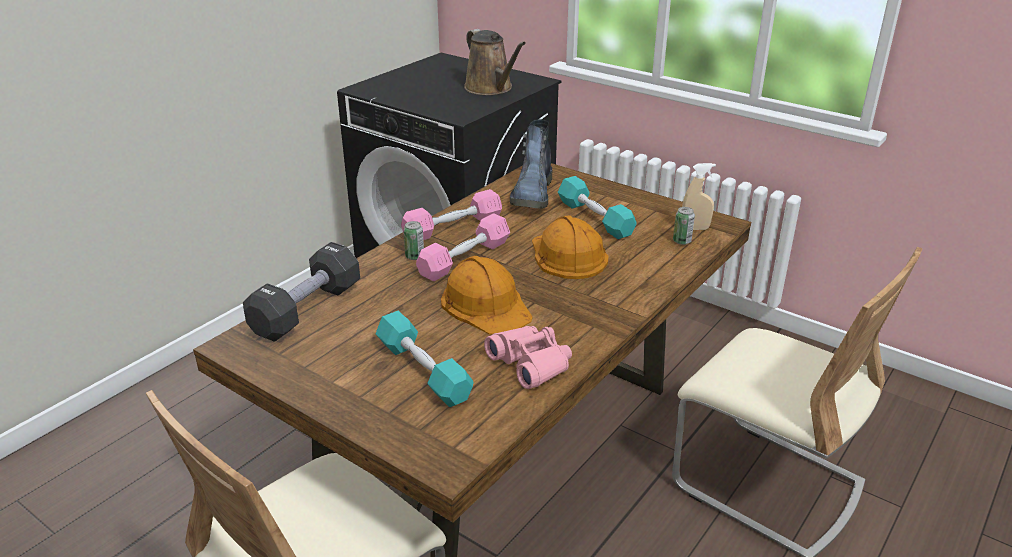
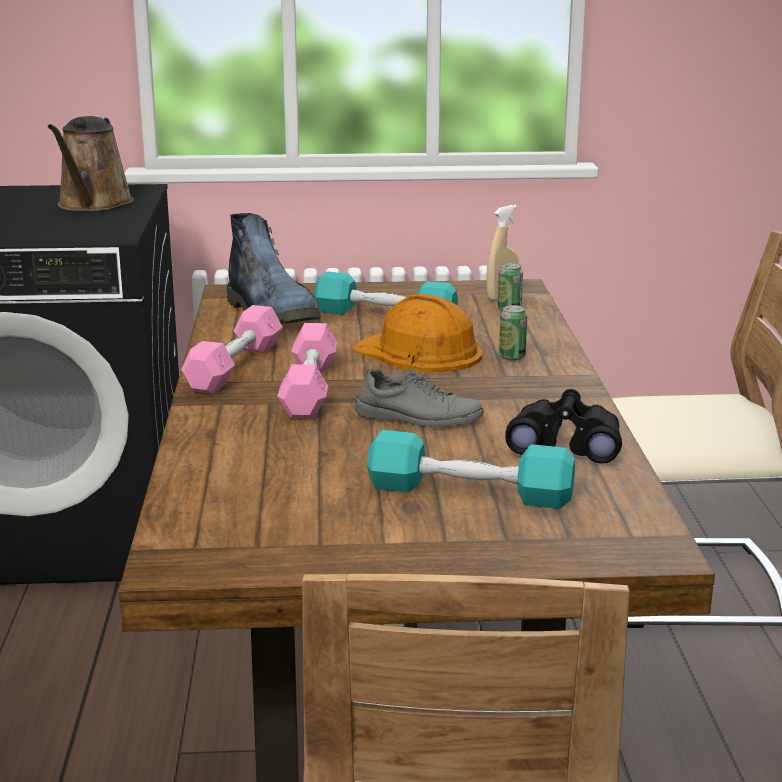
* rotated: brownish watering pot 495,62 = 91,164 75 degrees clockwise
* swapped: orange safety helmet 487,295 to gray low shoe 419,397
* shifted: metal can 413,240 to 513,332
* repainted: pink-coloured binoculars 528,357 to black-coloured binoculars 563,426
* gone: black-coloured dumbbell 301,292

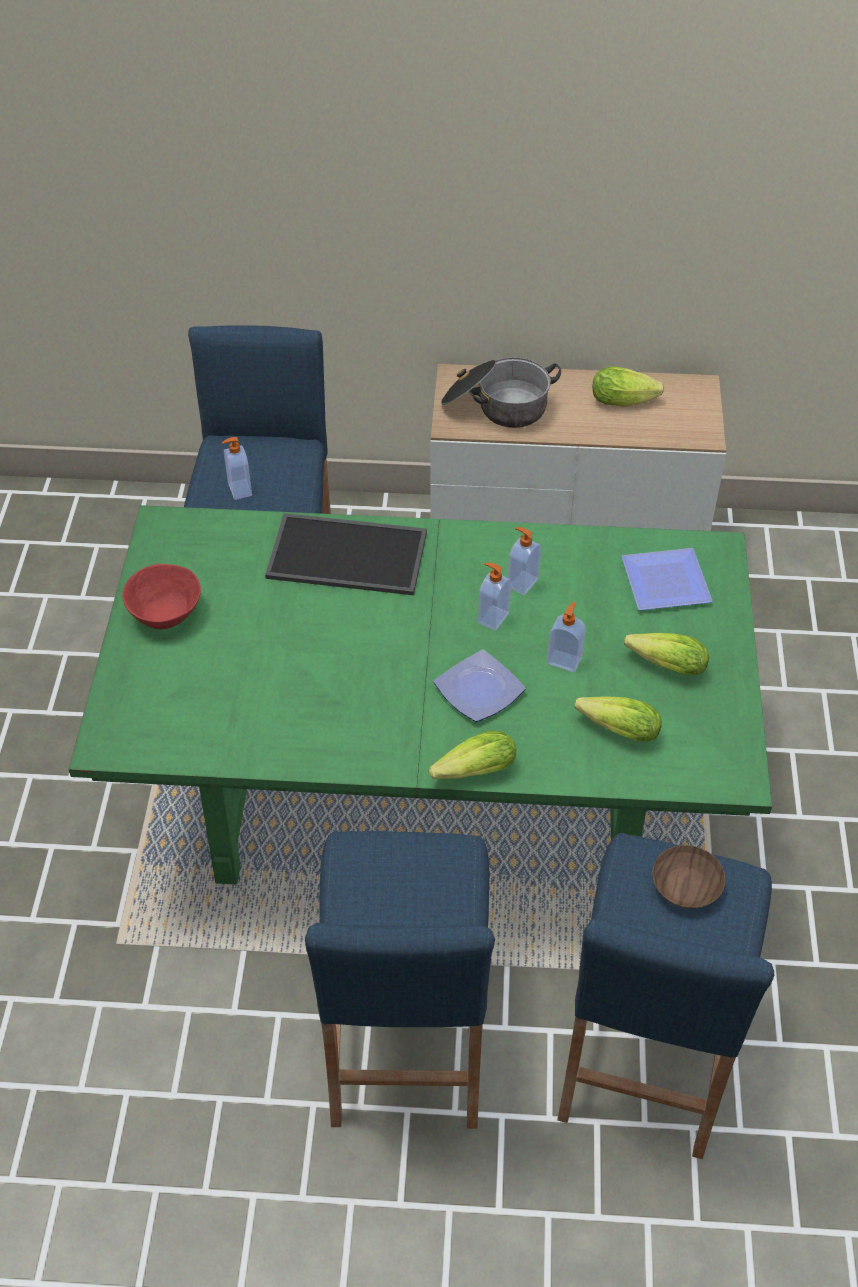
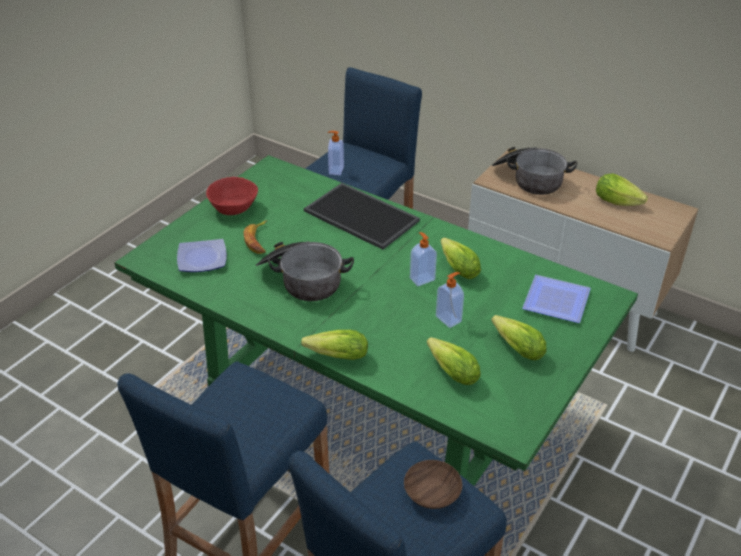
* shifted: plate 480,686 to 202,255
* new: banana 255,237
* new: stockpot 305,271
* swapped: liquid soap bottle 524,561 to lettuce head 460,258

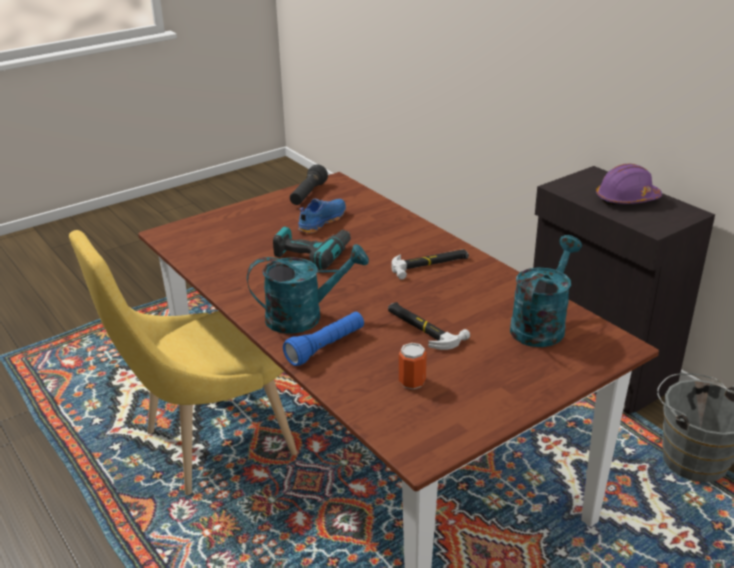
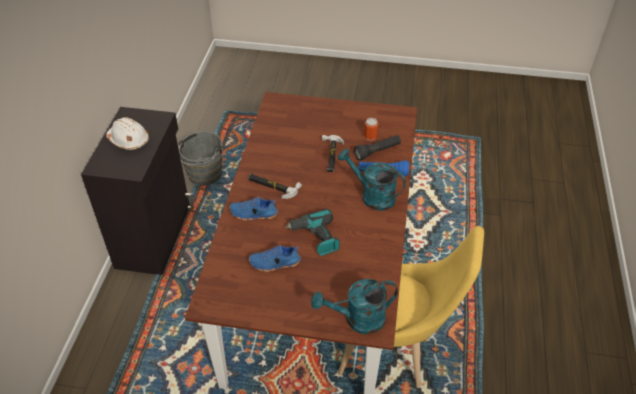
* repainted: purple safety helmet 629,184 to white-coloured safety helmet 127,133
* new: bluish low shoe 253,209
* shifted: turquoise-coloured watering pot 546,291 to 354,306
* shifted: black-coloured torch 309,185 to 377,147

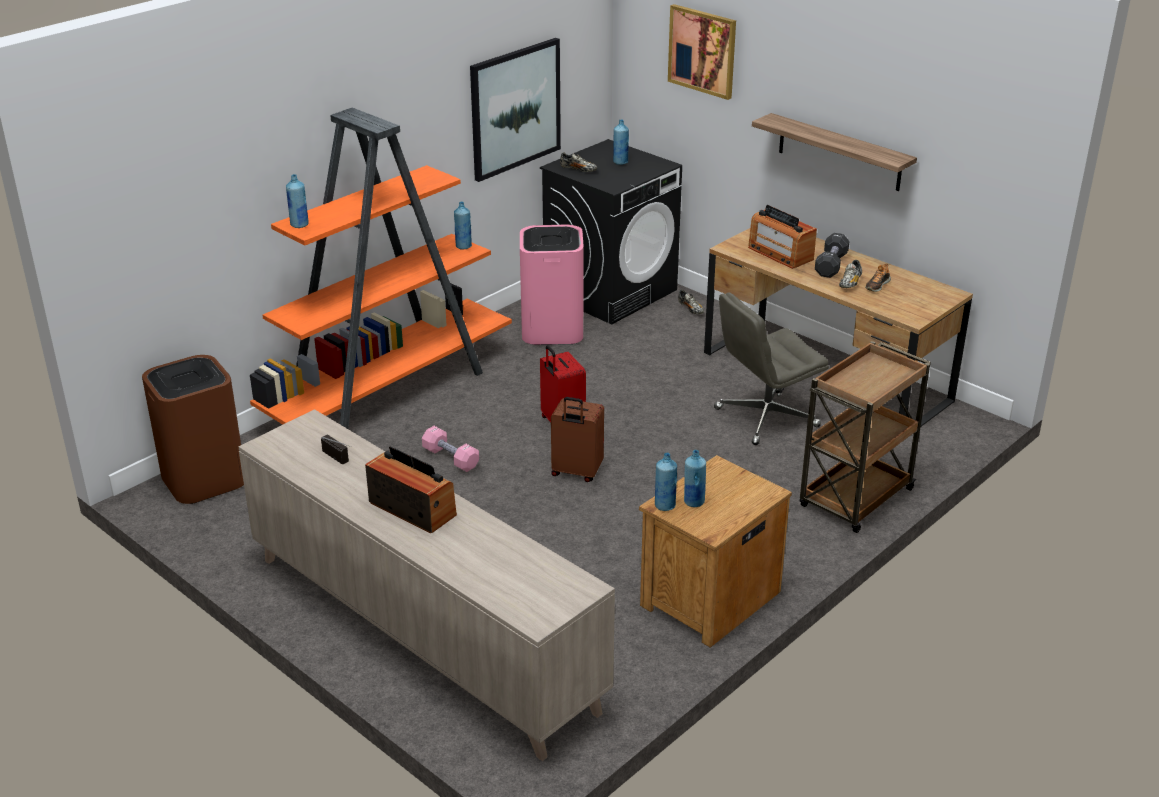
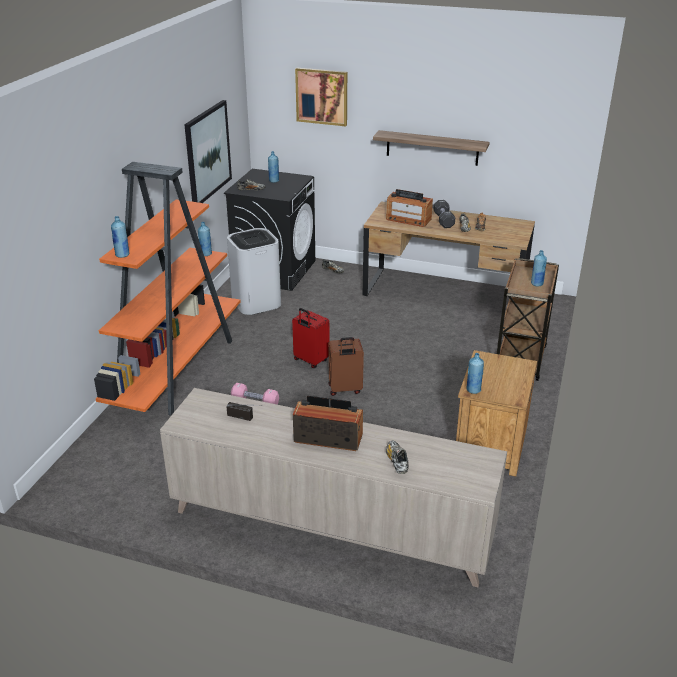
* repainted: pink-coloured waste bin 551,284 to white-coloured waste bin 254,271
* new: low shoe 397,457
* shifted: bluish drink bottle 695,478 to 539,268
* gone: brownish waste bin 193,429
* gone: gray desk chair 771,368

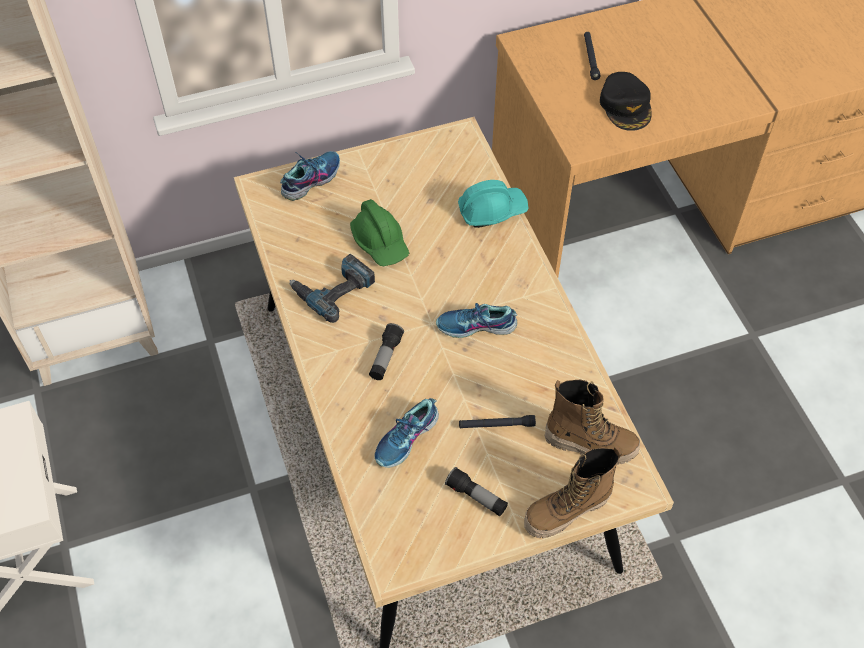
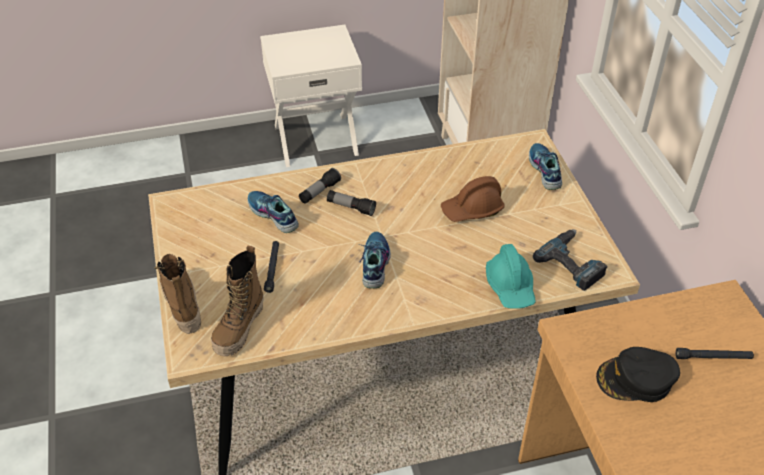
* shifted: torch 476,491 to 320,186
* repainted: green safety helmet 379,232 to brownish safety helmet 472,199
* rotated: low shoe 310,176 = 545,166 150 degrees counterclockwise
* shifted: drill 332,288 to 570,260

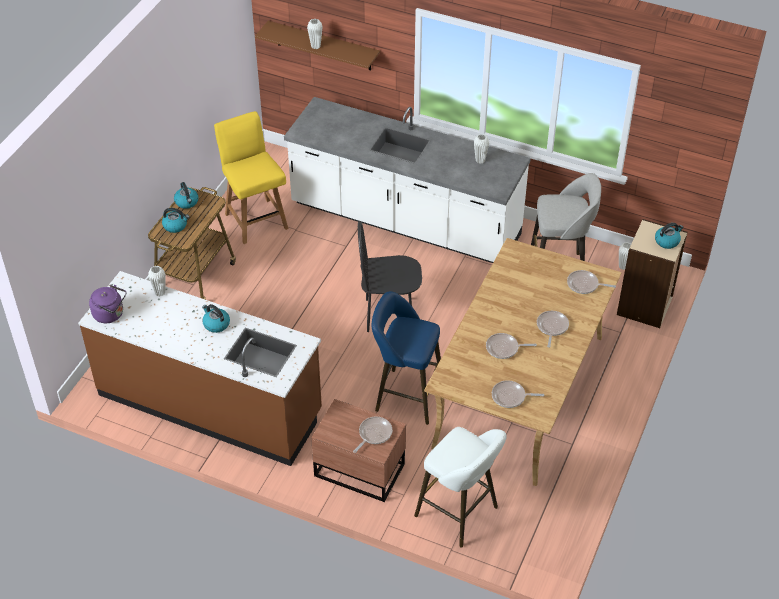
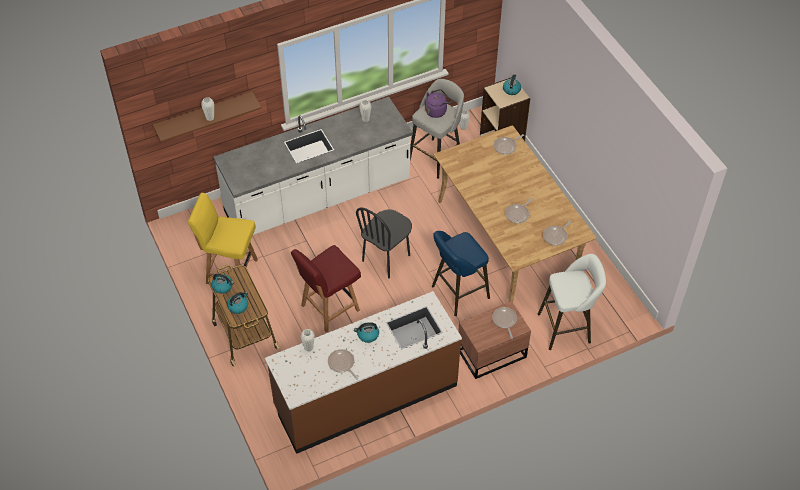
* new: red plain chair 326,288
* shifted: skillet 553,329 to 343,364
* shifted: purple water kettle 108,304 to 438,103

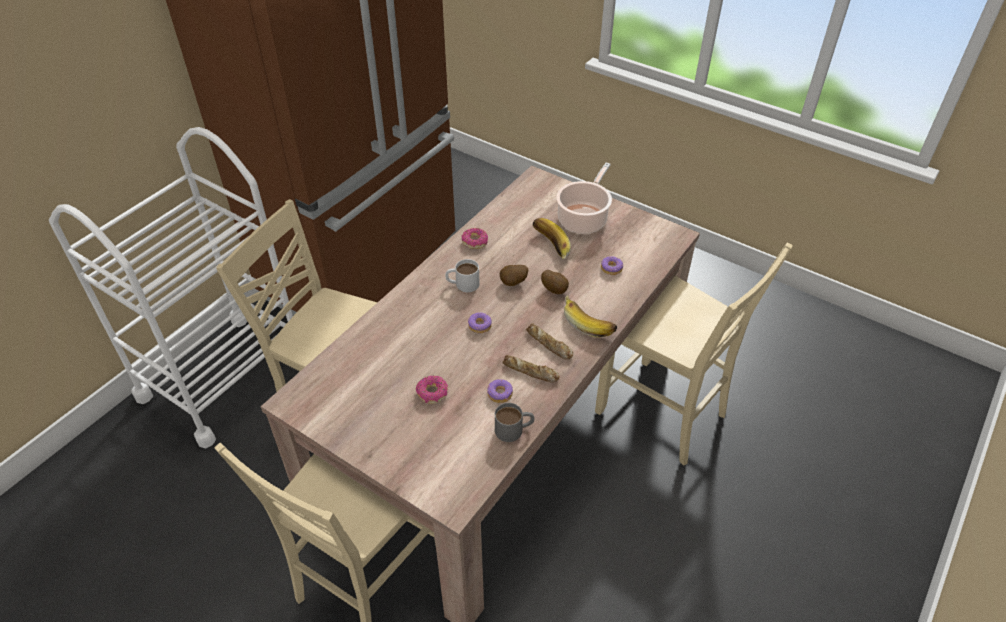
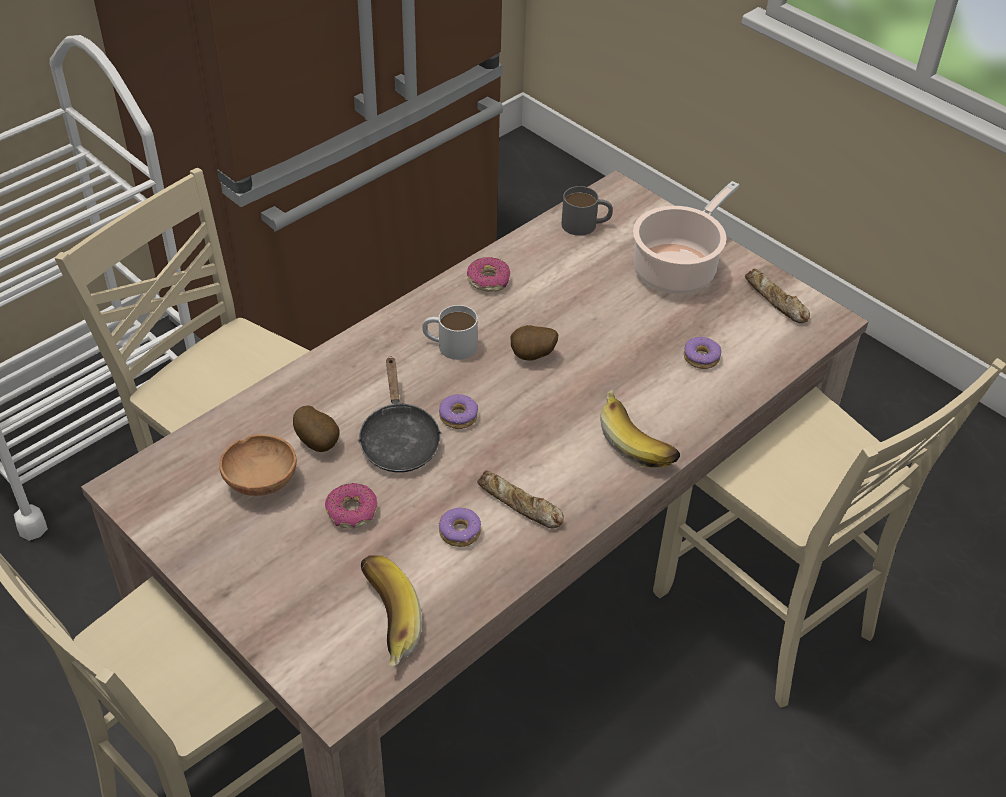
* new: brownish bowl 258,465
* shifted: whole potato 555,282 to 316,429
* new: black-coloured skillet 400,414
* shifted: banana 552,238 to 391,610
* shifted: gray coffee mug 514,422 to 587,211
* shifted: bakery bread 549,341 to 777,295

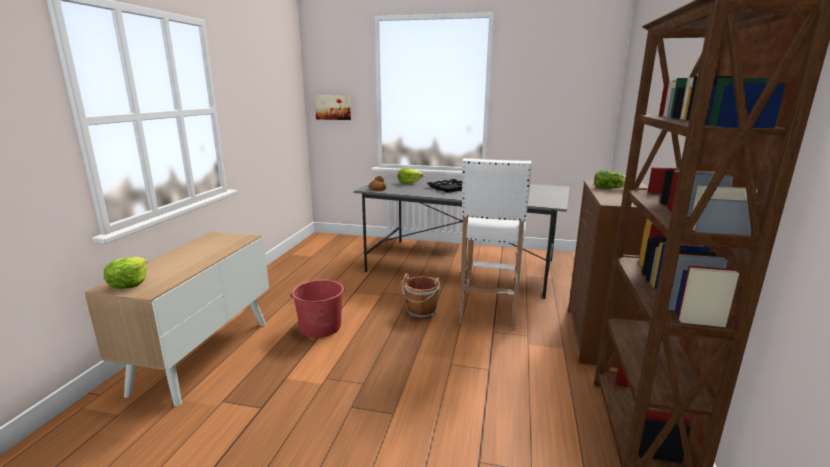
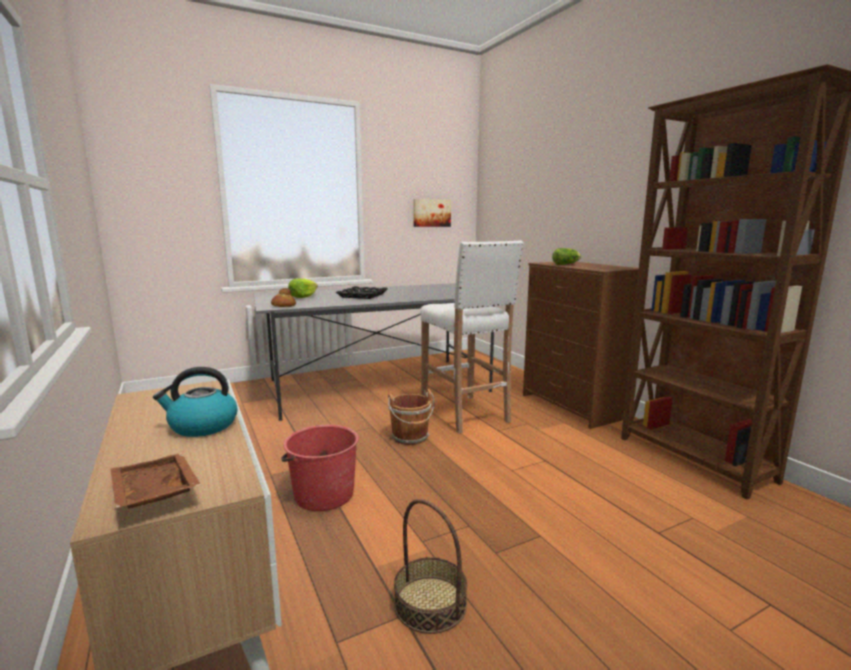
* swapped: lettuce head 125,272 to brownish carrying tray 155,481
* new: water kettle 195,402
* new: basket 430,566
* shifted: wall art 333,107 to 432,213

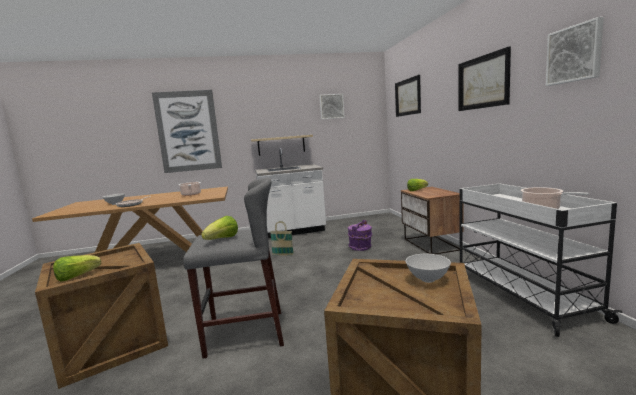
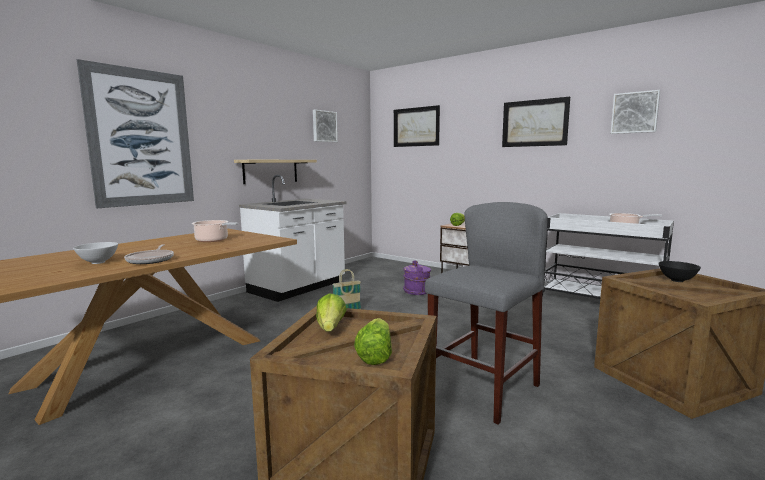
* shifted: lettuce head 219,228 to 331,312
* repainted: white-coloured bowl 428,268 to black-coloured bowl 679,271

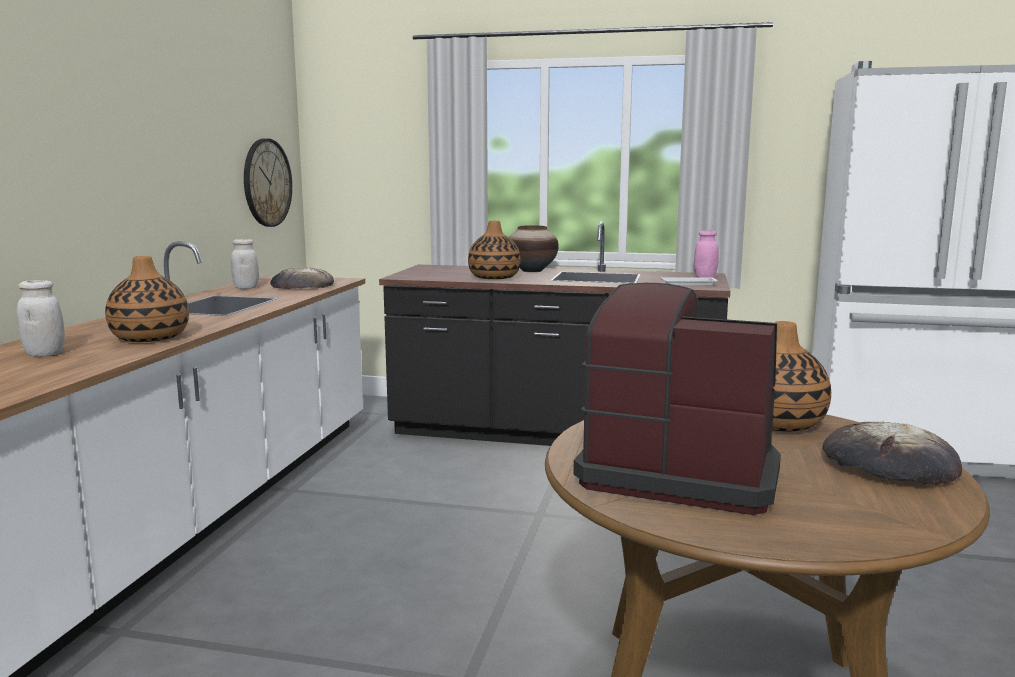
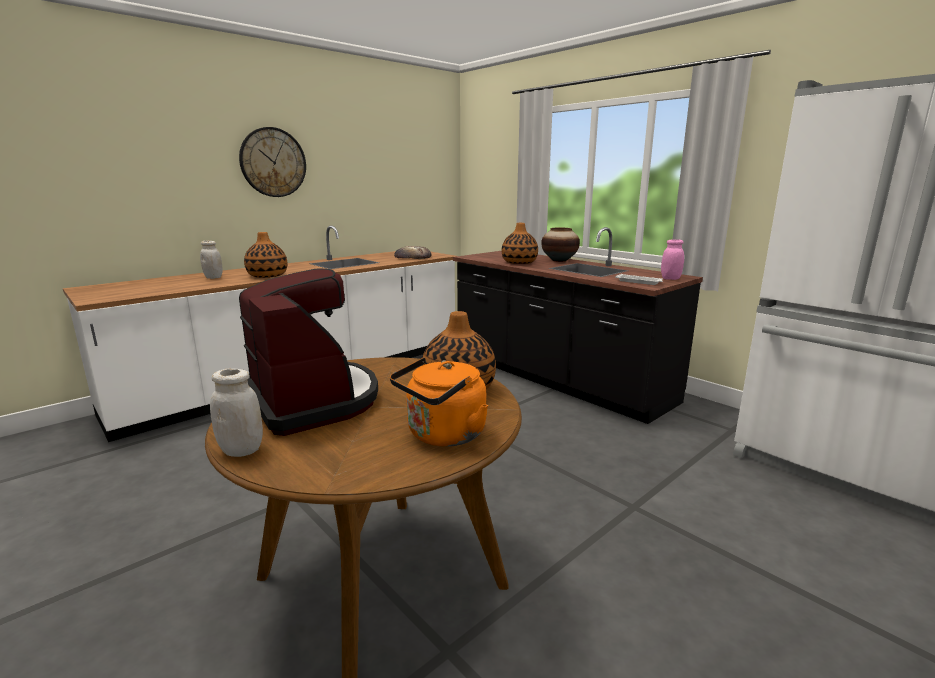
* shifted: white-coloured jar 245,264 to 236,412
* shifted: hanging clock 268,182 to 272,162
* swapped: bakery bread 892,453 to orange water kettle 439,402

